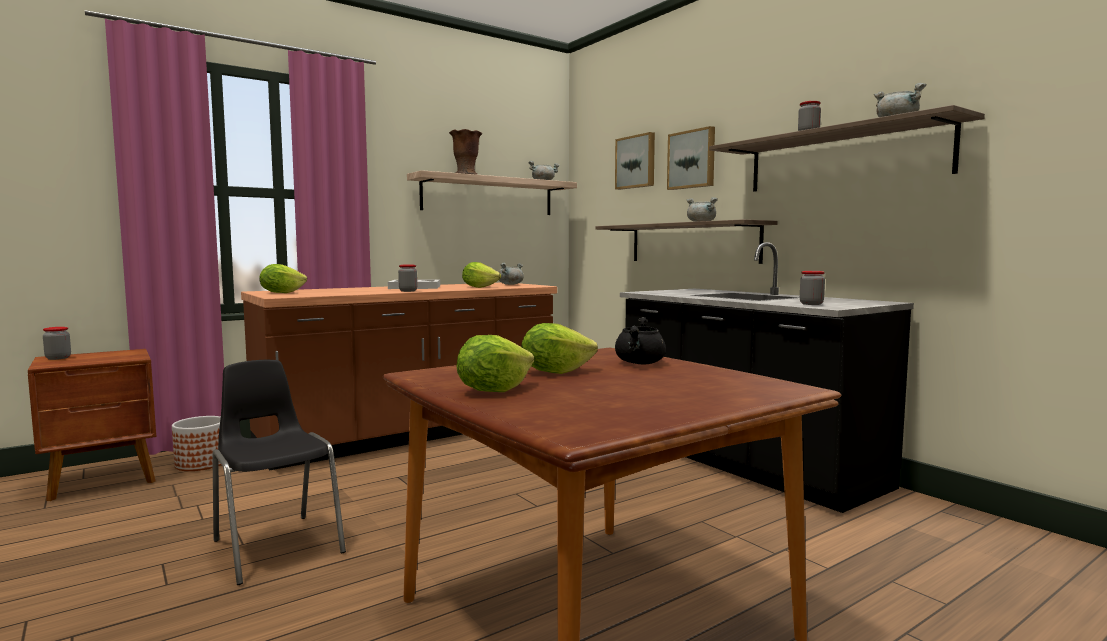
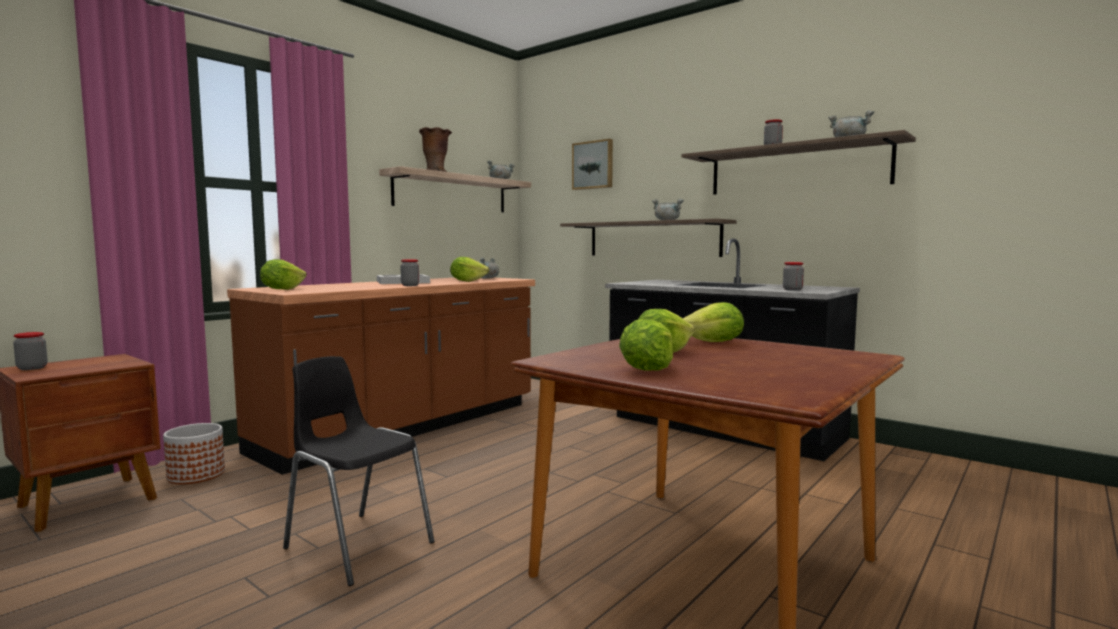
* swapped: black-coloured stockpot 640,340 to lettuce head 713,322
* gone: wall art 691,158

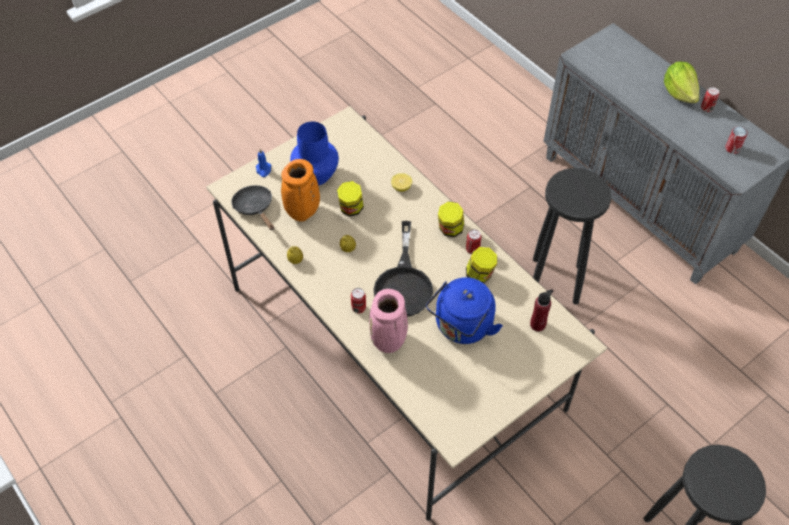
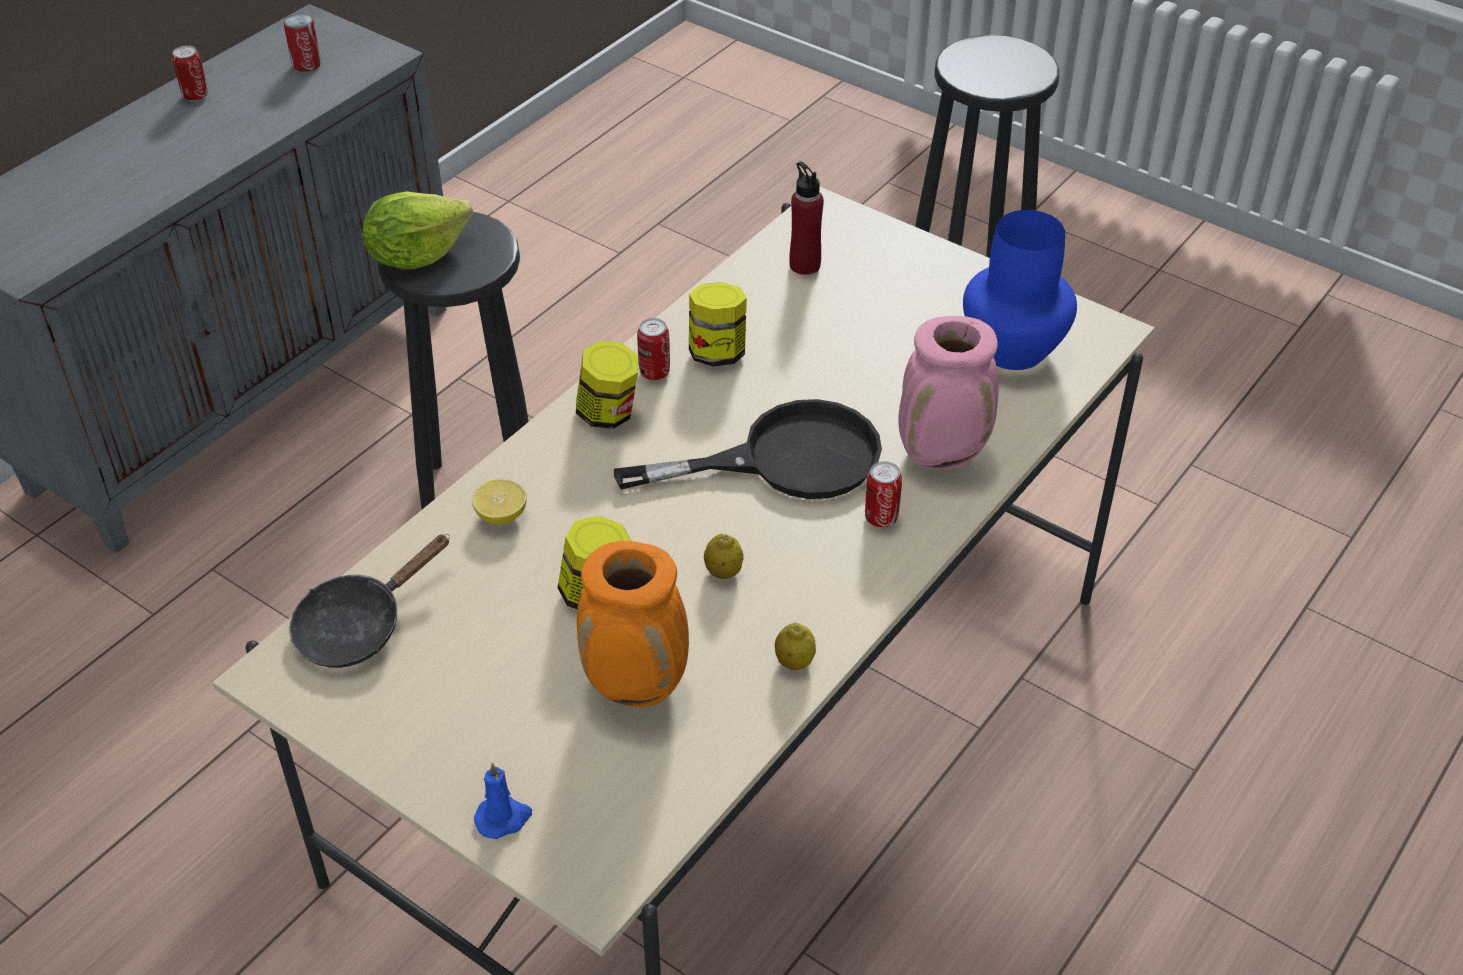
* shifted: black-coloured skillet 253,207 to 369,601
* shifted: lettuce head 681,82 to 417,230
* shifted: bluish decorative vase 314,153 to 1020,290
* gone: bluish water kettle 464,310

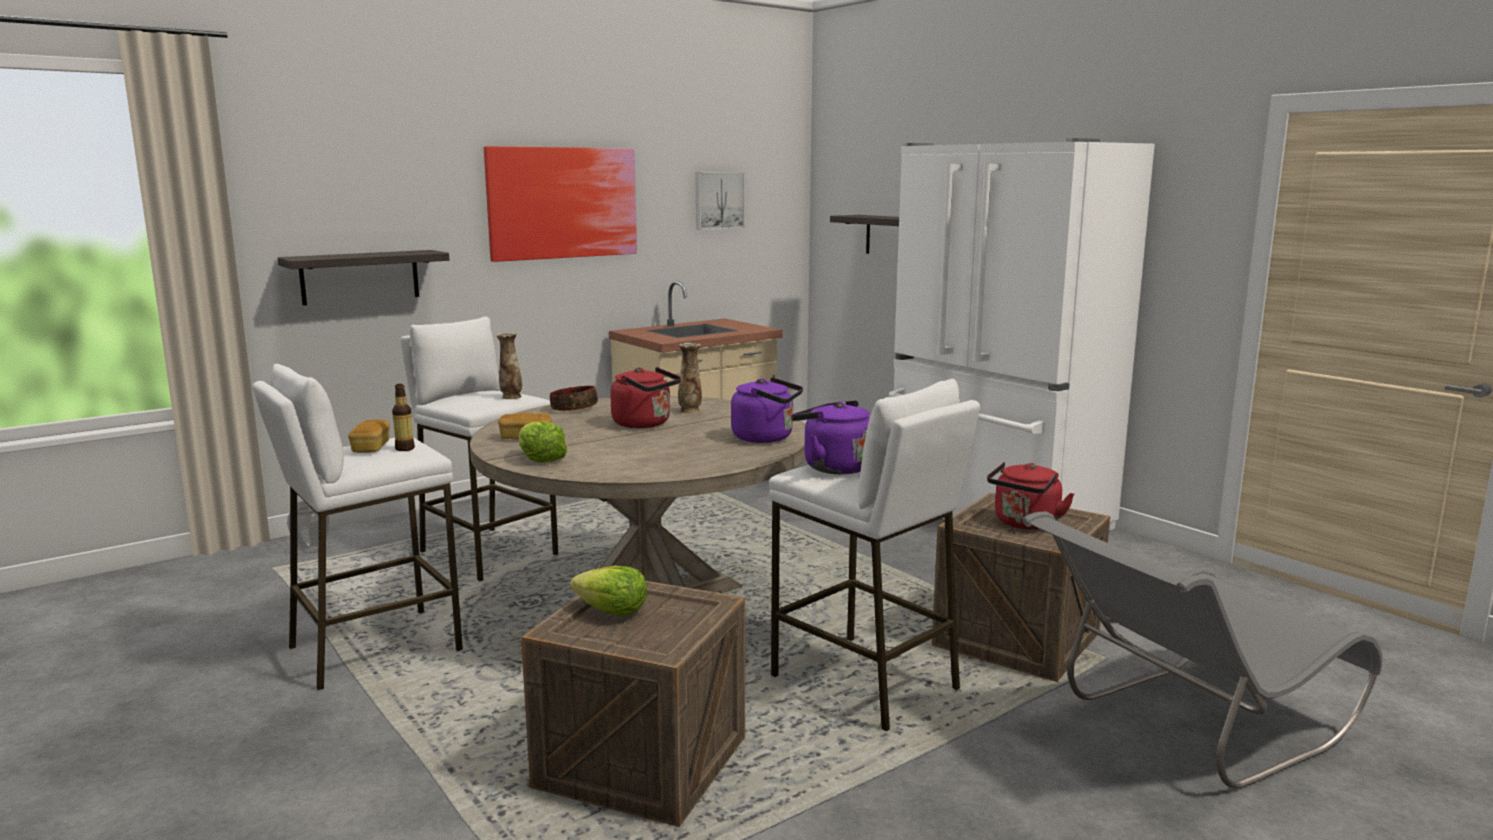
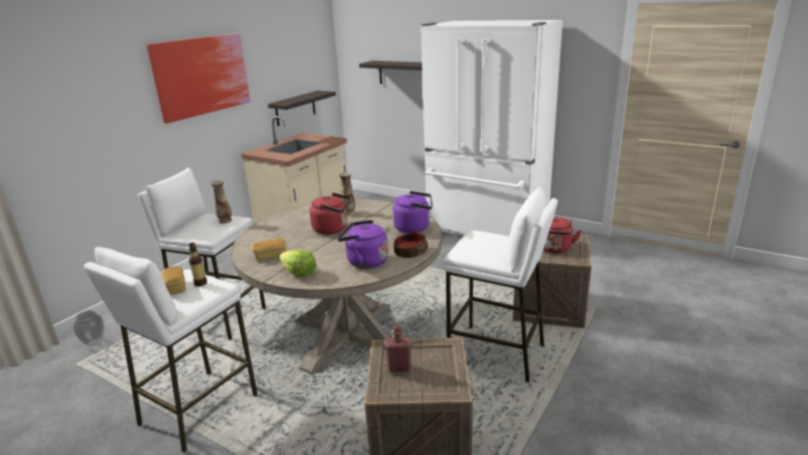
* shifted: bracket shelf 363,277 to 302,108
* shifted: purple water kettle 830,437 to 362,244
* swapped: lettuce head 608,591 to red drink bottle 398,348
* shifted: bowl 574,398 to 411,245
* gone: wall art 720,201
* gone: gray plain chair 1202,650

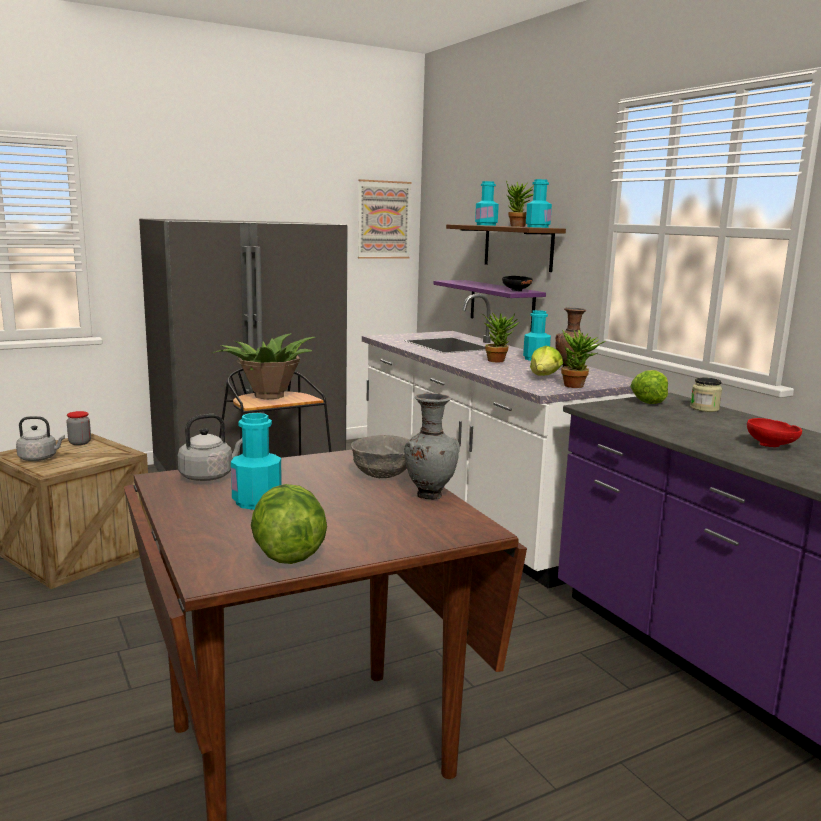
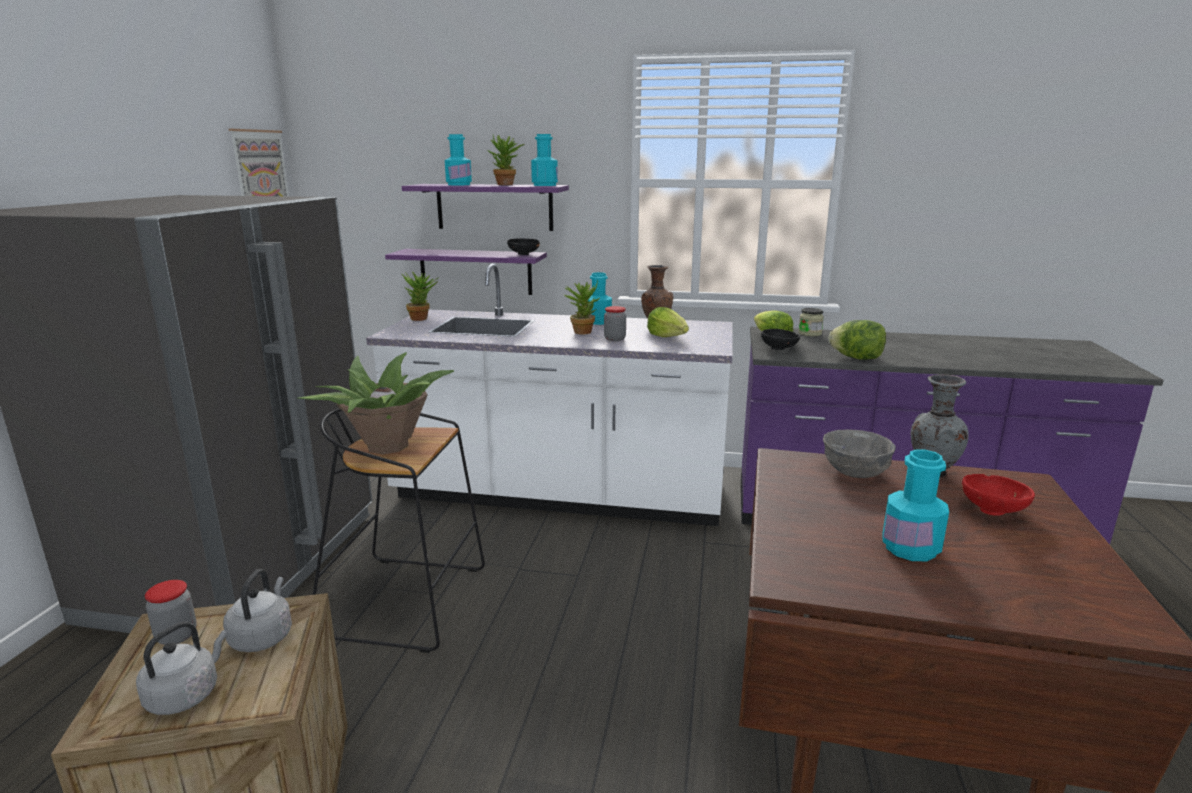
* shifted: gray water kettle 210,447 to 257,610
* repainted: brownish bracket shelf 506,248 to purple bracket shelf 485,207
* shifted: plant in a pot 583,359 to 420,296
* new: jar 615,323
* new: black-coloured bowl 780,339
* shifted: lettuce head 289,524 to 857,340
* shifted: red bowl 774,432 to 998,495

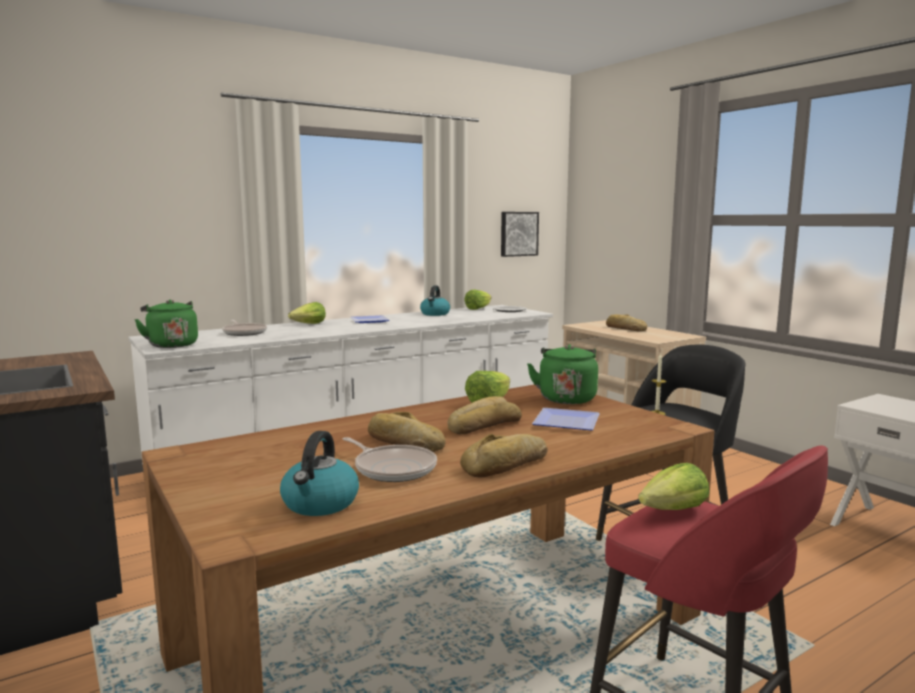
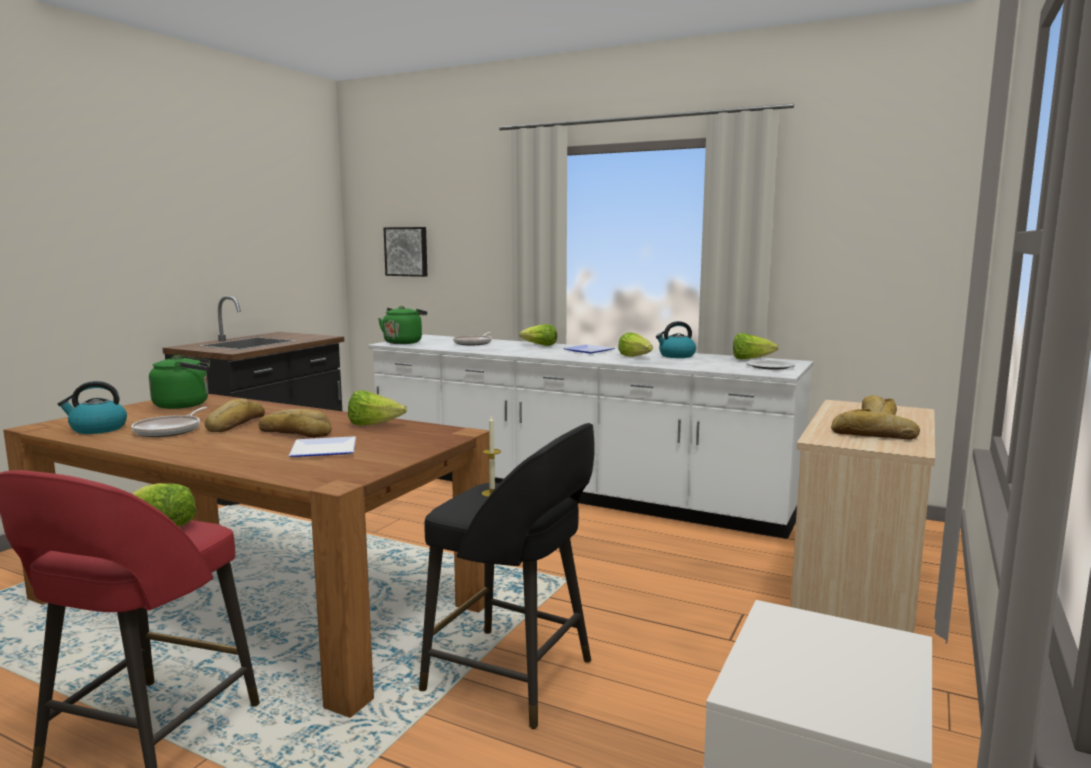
* shifted: green water kettle 562,374 to 179,382
* shifted: wall art 520,234 to 405,252
* new: lettuce head 635,344
* shifted: bakery bread 504,456 to 875,424

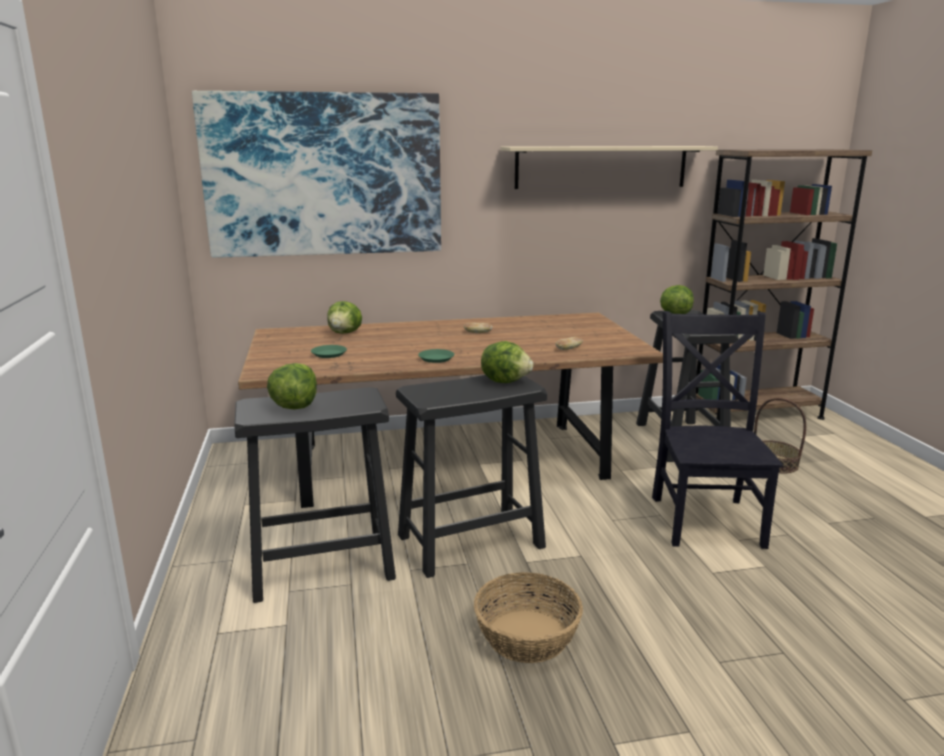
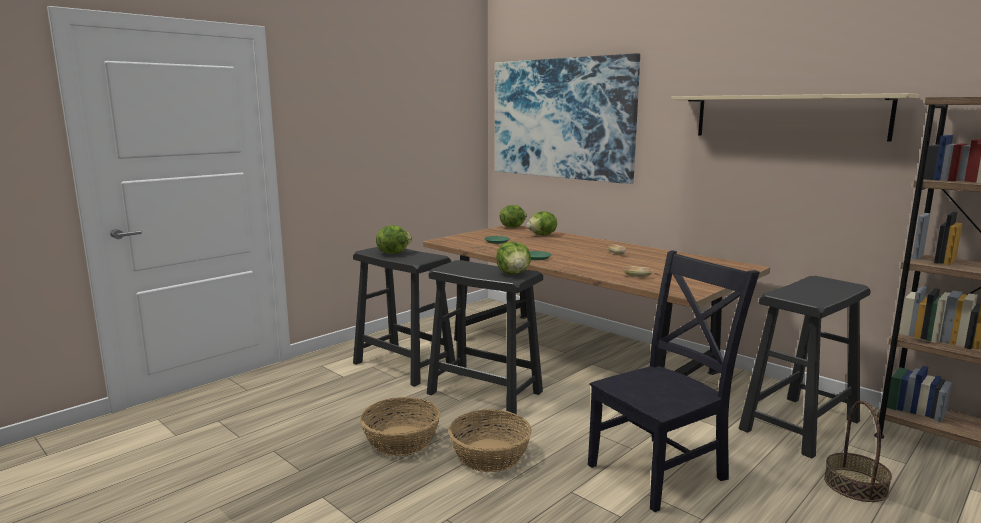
* new: basket 490,440
* shifted: lettuce head 677,299 to 513,216

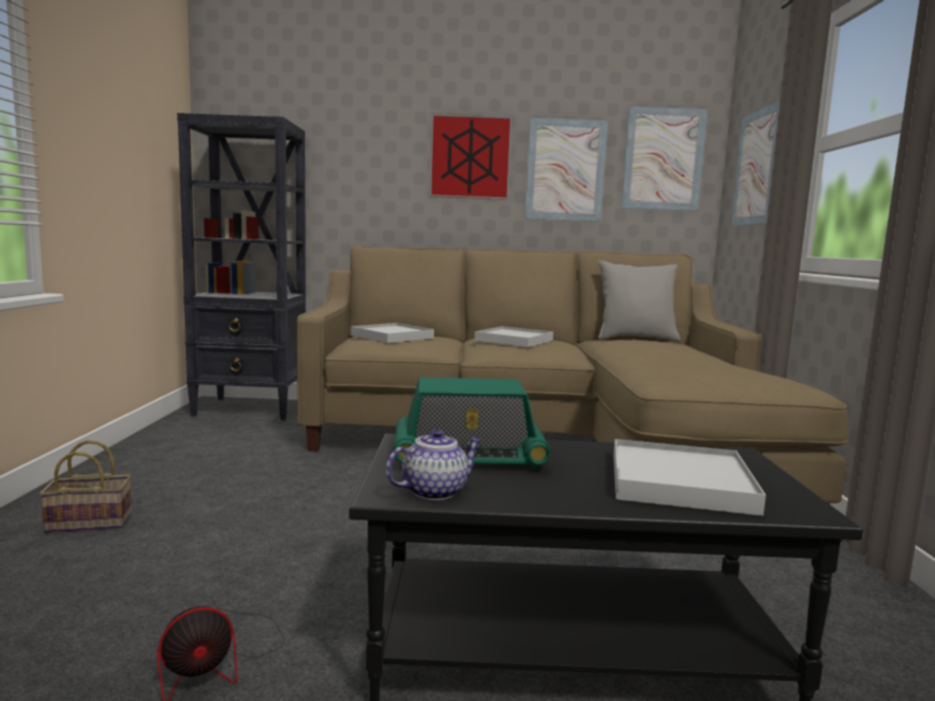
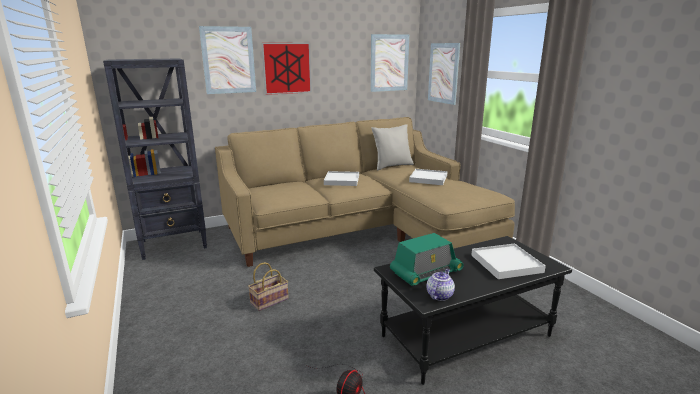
* shifted: wall art 566,170 to 227,60
* shifted: basket 85,486 to 268,286
* shifted: white-coloured carrying tray 392,333 to 428,177

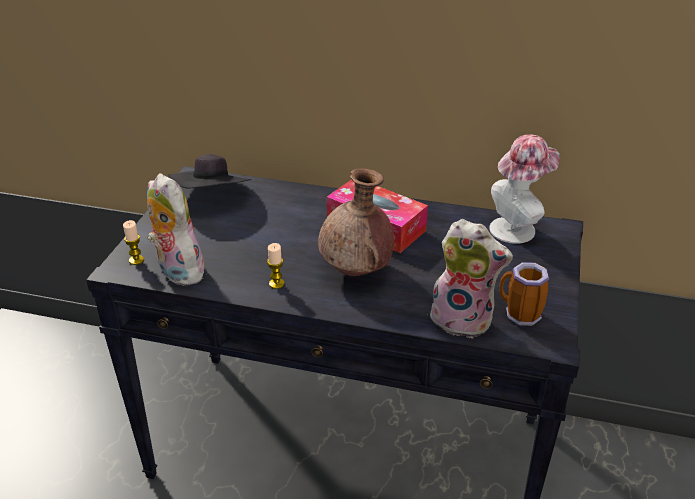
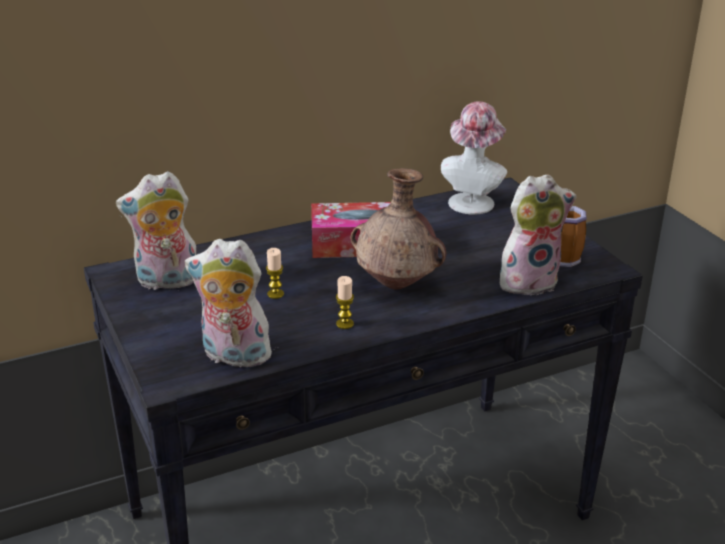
* swapped: black-coloured hat 210,171 to cuddly toy 156,230
* shifted: wax light 133,242 to 275,273

